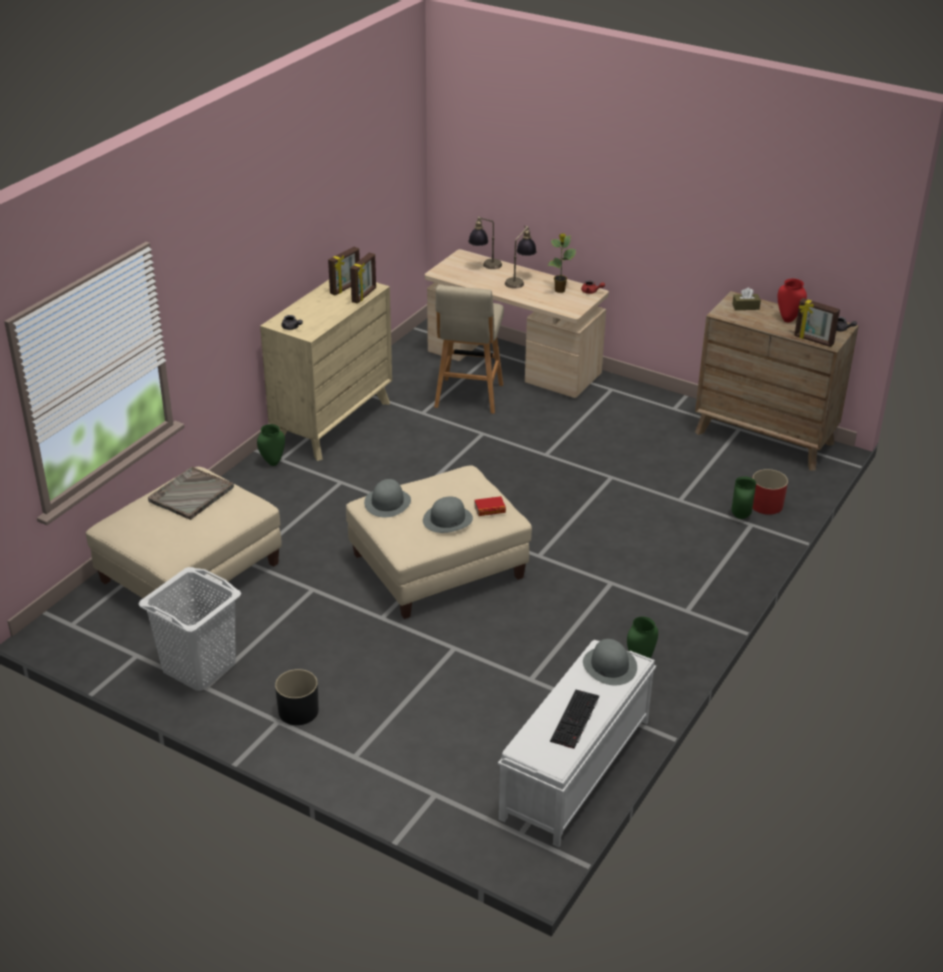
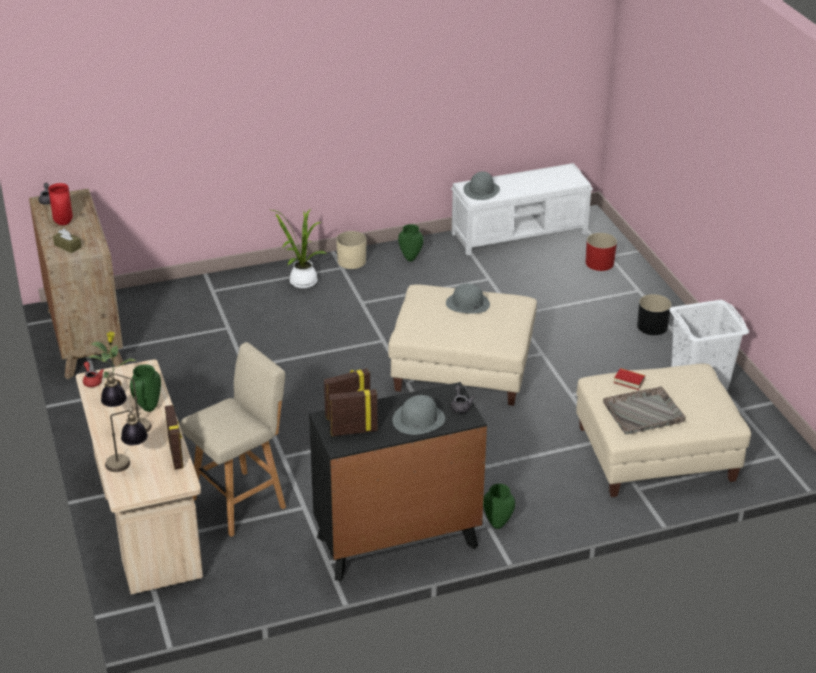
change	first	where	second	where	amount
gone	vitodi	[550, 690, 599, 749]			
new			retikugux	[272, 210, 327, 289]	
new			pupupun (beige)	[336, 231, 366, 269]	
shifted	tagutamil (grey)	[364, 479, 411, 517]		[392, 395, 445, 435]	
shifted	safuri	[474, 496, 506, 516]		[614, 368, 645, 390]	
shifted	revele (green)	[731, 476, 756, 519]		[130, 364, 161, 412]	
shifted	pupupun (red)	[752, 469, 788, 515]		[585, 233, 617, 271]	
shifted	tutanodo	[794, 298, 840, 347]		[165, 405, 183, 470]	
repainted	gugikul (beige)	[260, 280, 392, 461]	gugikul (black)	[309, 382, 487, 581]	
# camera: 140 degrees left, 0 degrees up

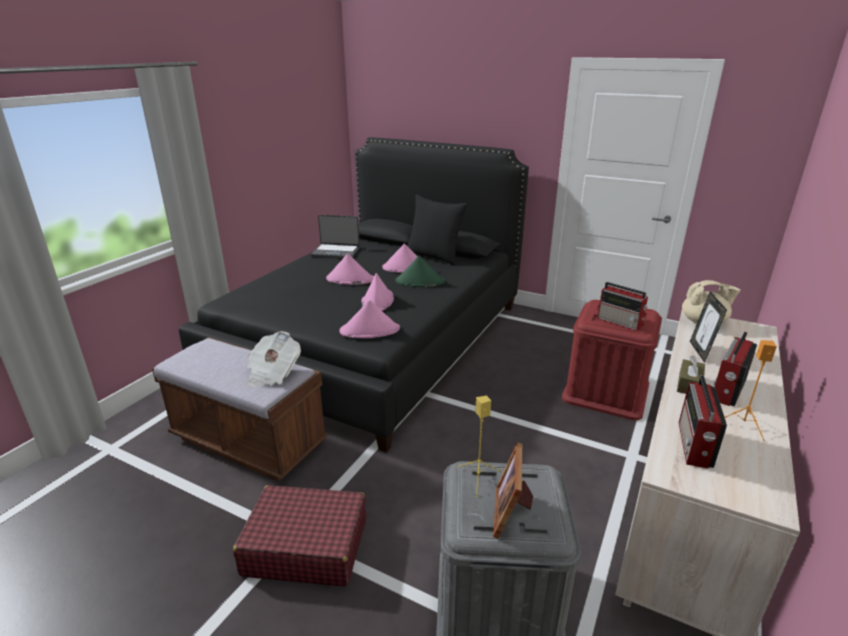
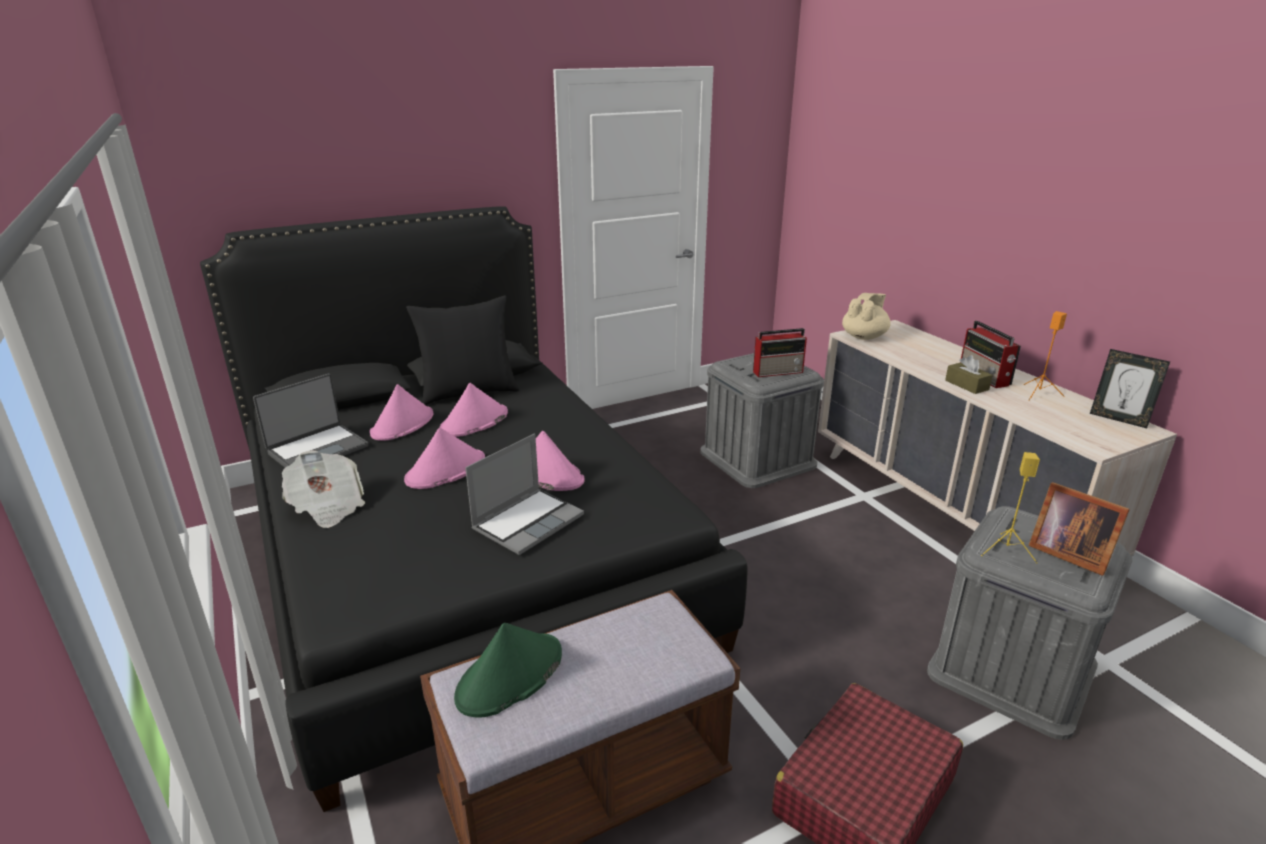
change	first	where	second	where	amount
gone	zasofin	[679, 375, 727, 468]			
new			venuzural	[465, 433, 584, 555]	
shifted	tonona	[247, 331, 301, 387]		[282, 450, 365, 528]	
shifted	tagutamil (pink)	[339, 300, 400, 338]		[370, 384, 433, 441]	
shifted	tagutamil (green)	[395, 256, 445, 287]		[454, 623, 562, 718]	
shifted	tutanodo	[690, 292, 727, 363]		[1090, 349, 1170, 428]	
repainted	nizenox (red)	[562, 300, 662, 420]	nizenox (grey)	[700, 353, 824, 488]	
# camera: 55 degrees left, 0 degrees up

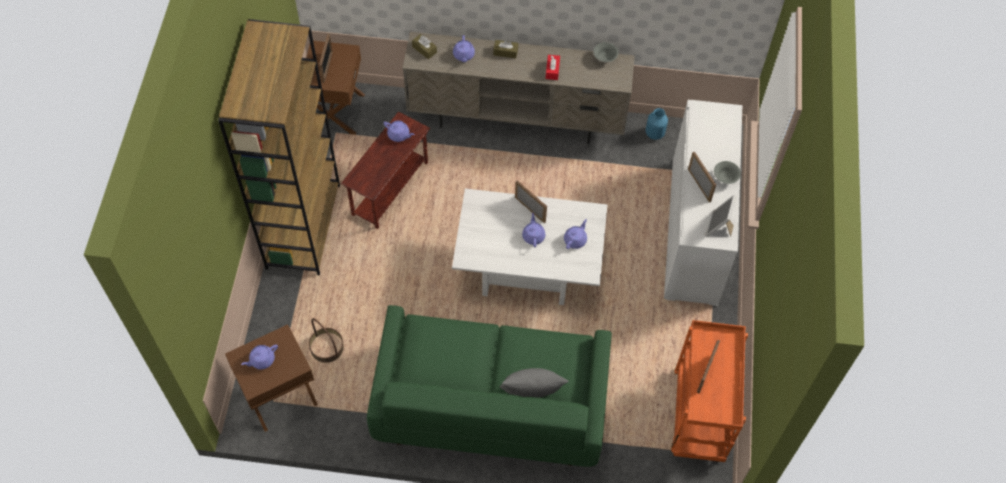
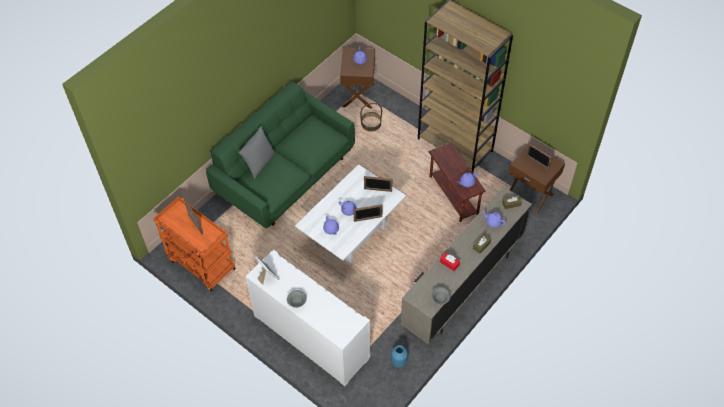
change	first	where	second	where	amount
shifted	tutanodo	[688, 152, 716, 203]		[364, 176, 392, 192]	
# camera: 125 degrees right, 5 degrees down

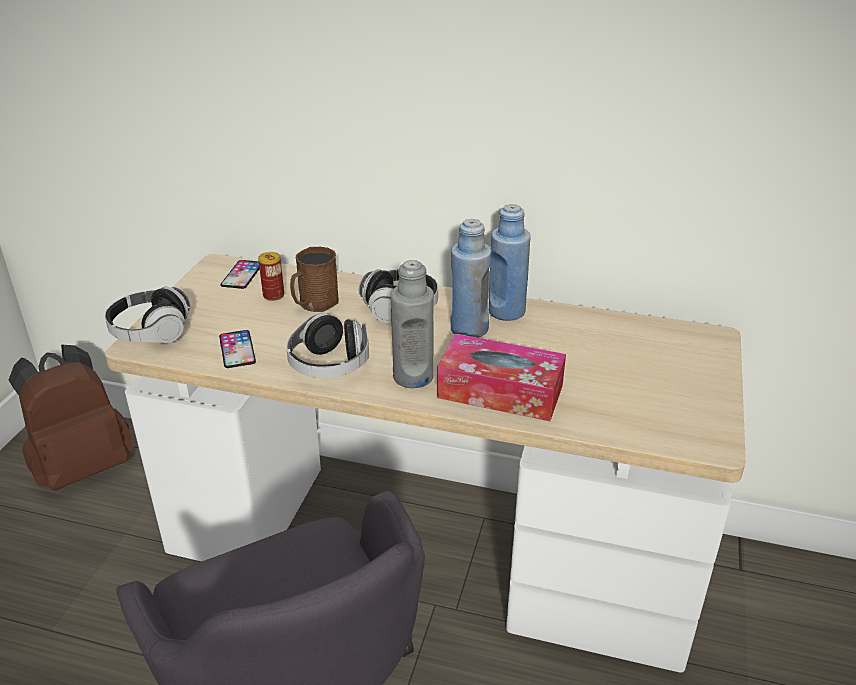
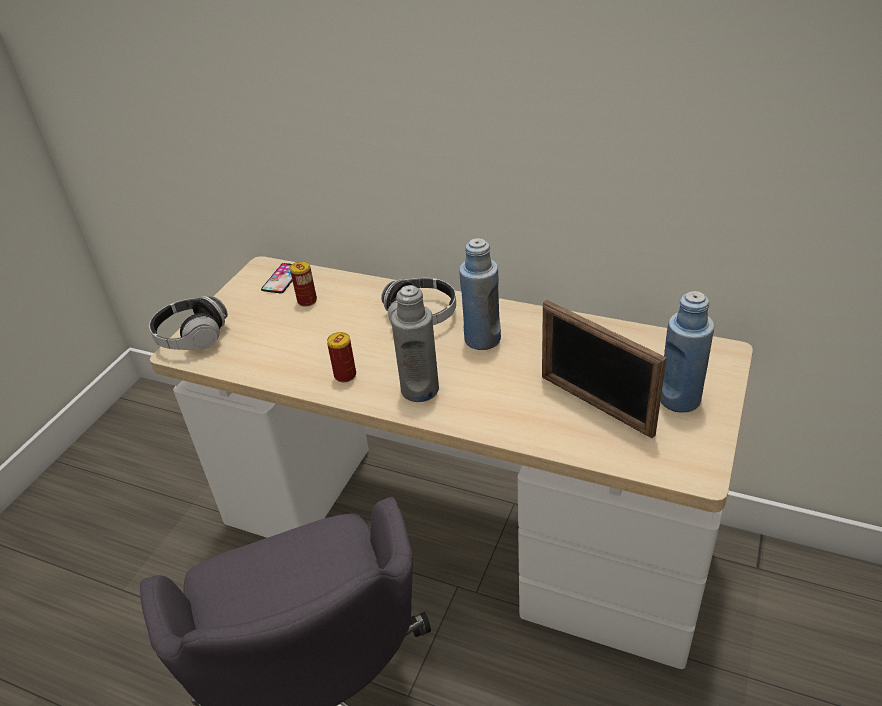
change	first	where	second	where	amount
gone	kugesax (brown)	[9, 344, 134, 491]			
gone	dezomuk	[219, 330, 256, 368]			
gone	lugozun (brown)	[290, 247, 339, 312]			
gone	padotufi	[437, 334, 566, 421]			
new			tutanodo	[542, 300, 667, 438]	
shifted	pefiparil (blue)	[489, 204, 530, 321]		[660, 291, 714, 413]	
swapped	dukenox	[286, 313, 369, 378]	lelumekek	[327, 332, 356, 382]	
# camera: 10 degrees right, 5 degrees up

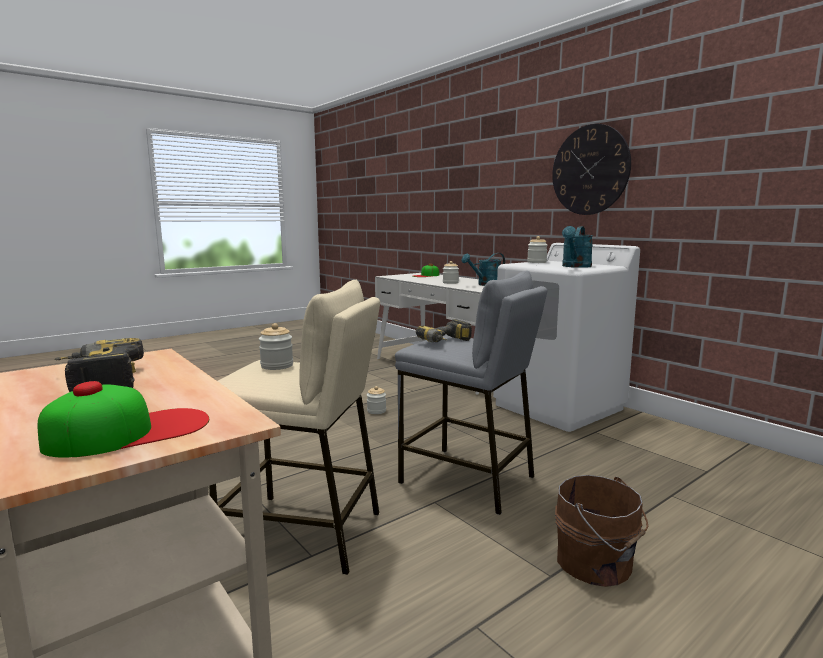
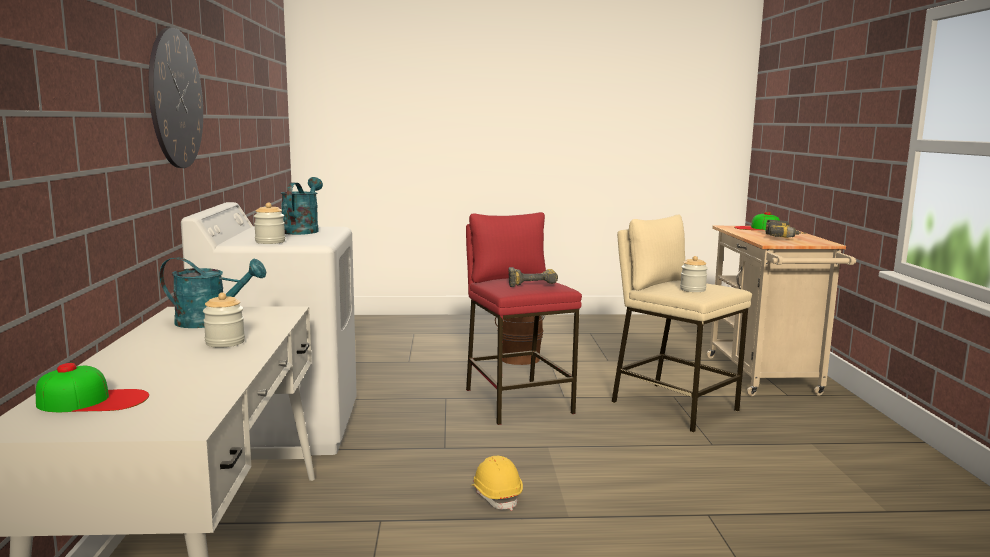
change	first	where	second	where	amount
swapped	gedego	[367, 386, 386, 414]	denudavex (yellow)	[472, 456, 523, 511]	
repainted	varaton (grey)	[395, 271, 547, 515]	varaton (red)	[466, 212, 582, 425]	
rotated	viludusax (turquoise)	[562, 226, 593, 268]		[281, 177, 323, 235]	60 degrees counterclockwise
# camera: 145 degrees left, 0 degrees up

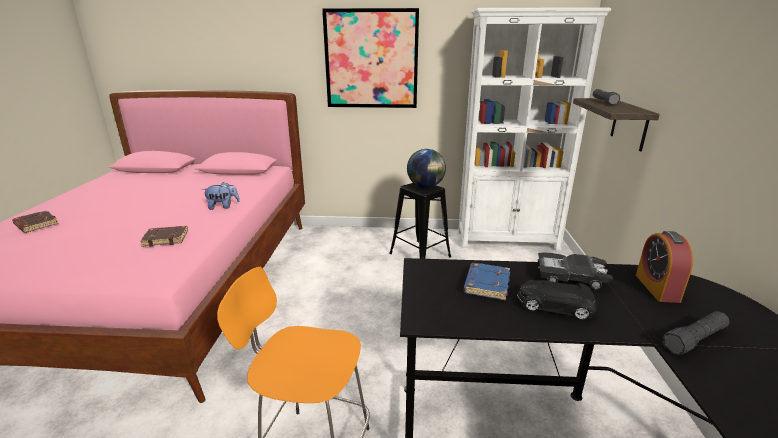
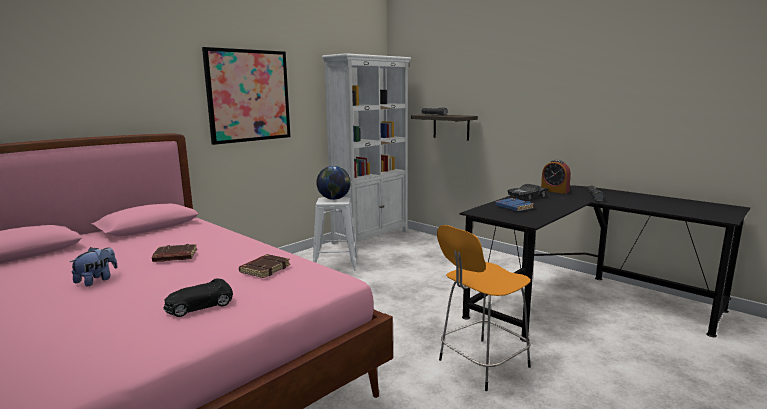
change	first	where	second	where	amount
shifted	safuri (brown)	[12, 210, 59, 233]		[152, 244, 197, 262]	
shifted	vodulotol	[202, 182, 240, 210]		[70, 247, 117, 287]	
shifted	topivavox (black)	[517, 280, 596, 320]		[163, 278, 233, 317]	
repainted	varaton (black)	[389, 183, 451, 259]	varaton (white)	[313, 197, 358, 271]	
# camera: 50 degrees left, 10 degrees down

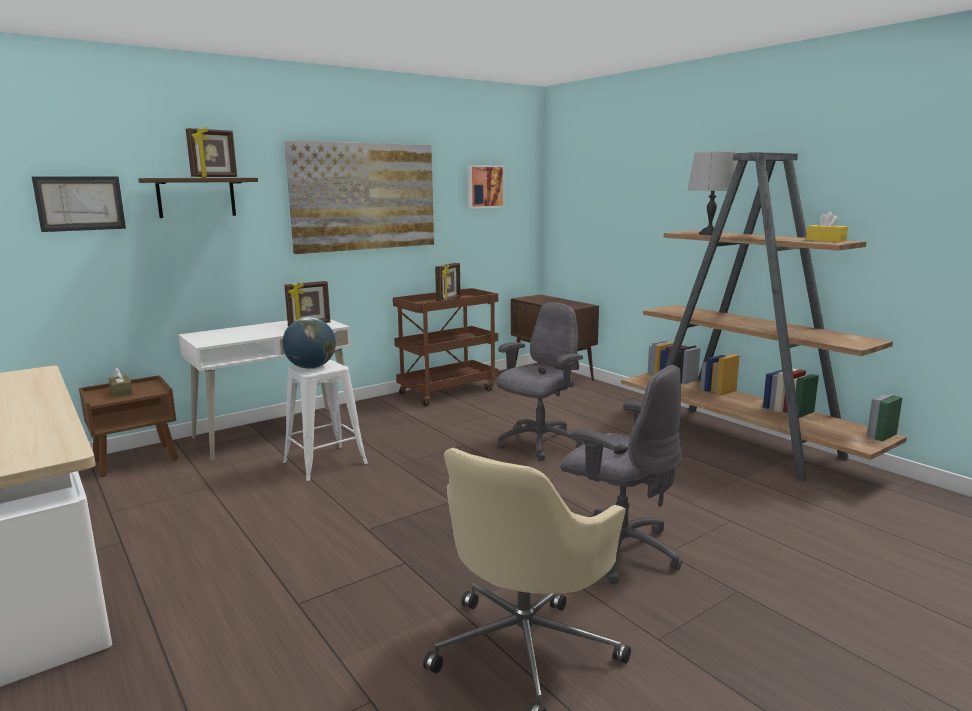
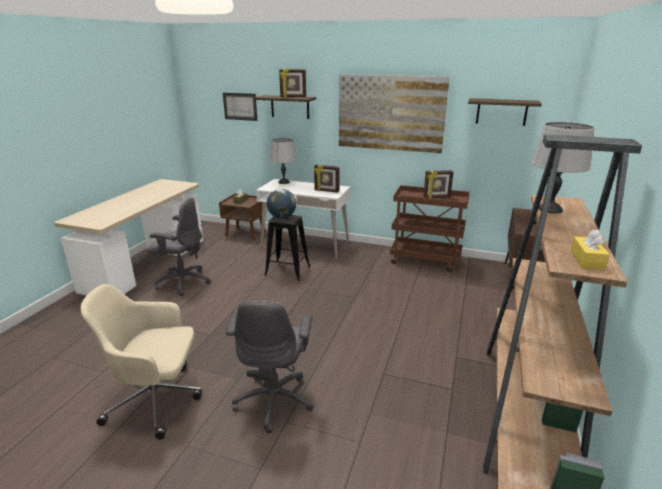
change	first	where	second	where	amount
new			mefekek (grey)	[270, 138, 296, 184]	
shifted	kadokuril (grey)	[497, 302, 584, 461]		[147, 197, 211, 296]	
swapped	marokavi	[467, 165, 505, 209]	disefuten	[468, 98, 542, 126]	
repainted	varaton (white)	[283, 360, 368, 481]	varaton (black)	[264, 215, 310, 281]	
# camera: 55 degrees right, 10 degrees up

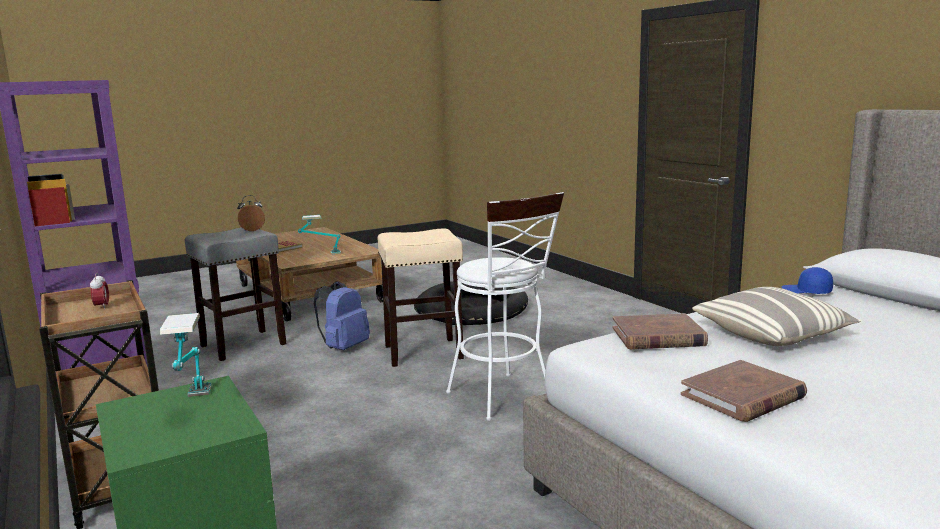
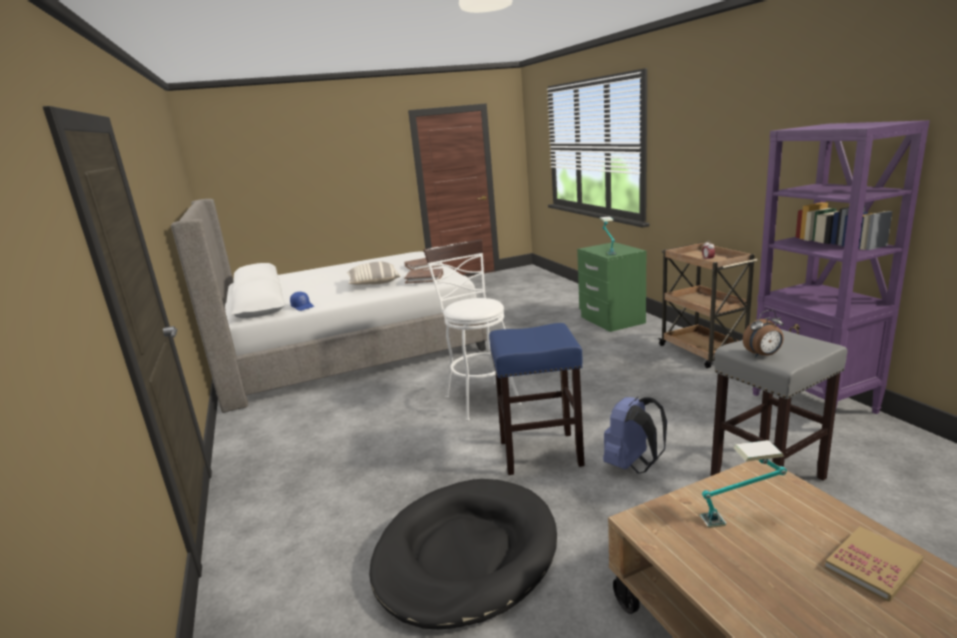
change	first	where	second	where	amount
repainted	varaton (beige)	[378, 229, 464, 367]	varaton (blue)	[489, 323, 585, 475]	
# camera: 170 degrees left, 5 degrees up

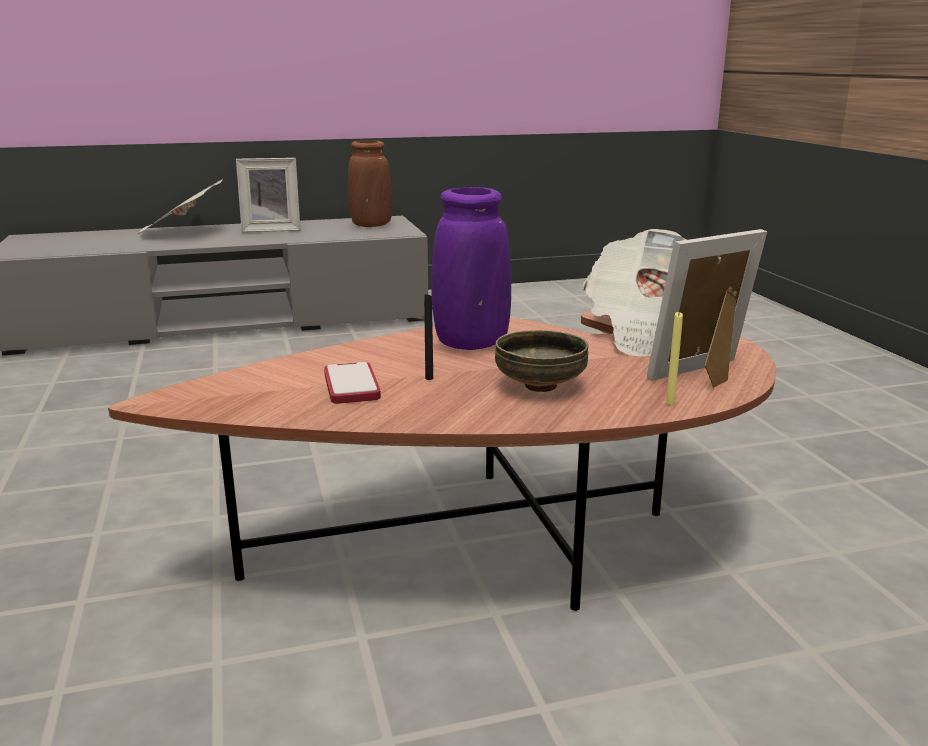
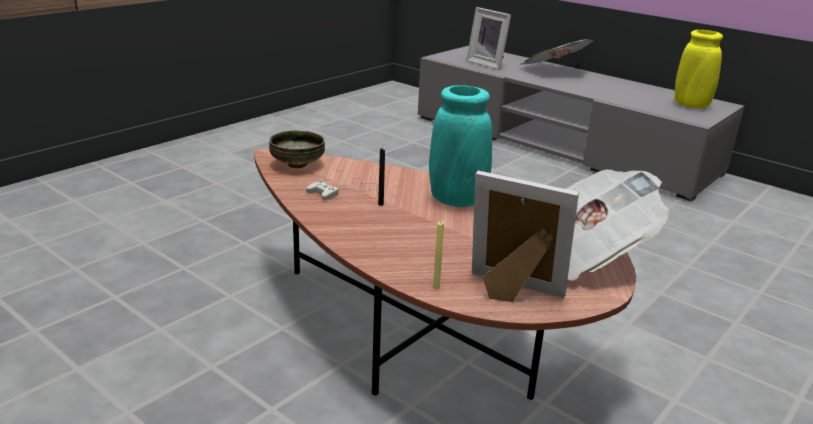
change	first	where	second	where	amount
shifted	tutanodo	[236, 158, 301, 232]		[467, 7, 511, 70]	
shifted	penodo	[495, 330, 588, 392]		[269, 130, 325, 168]	
swapped	dezomuk	[324, 362, 381, 404]	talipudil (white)	[306, 169, 379, 200]	
repainted	revele (brown)	[348, 140, 392, 227]	revele (yellow)	[675, 30, 723, 108]	
repainted	revele (purple)	[431, 187, 511, 350]	revele (turquoise)	[429, 85, 492, 207]	
# camera: 55 degrees right, 5 degrees up

